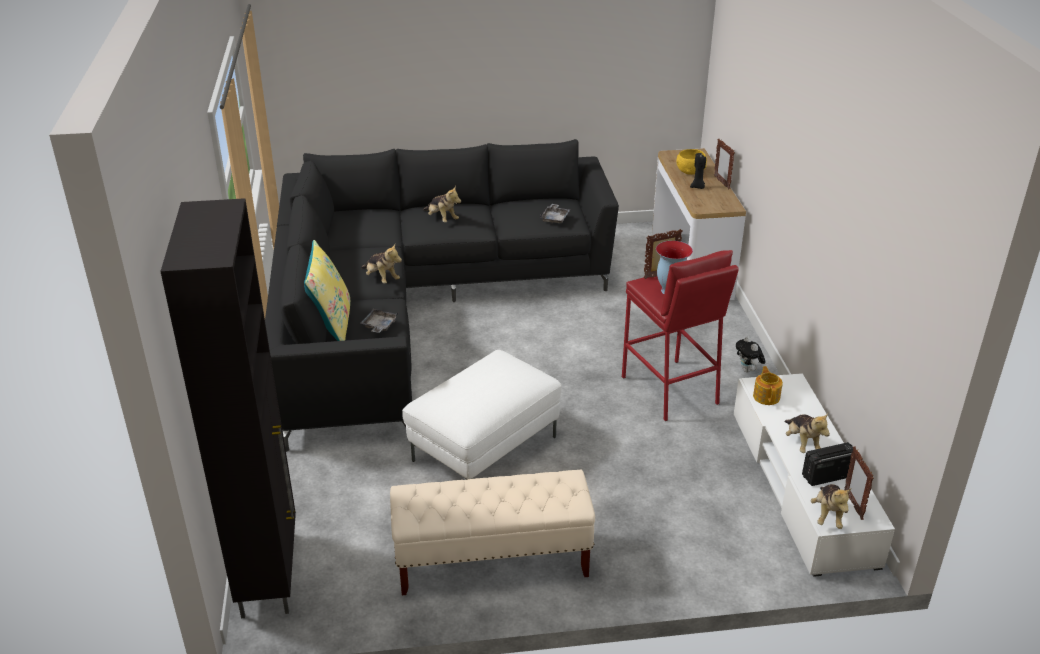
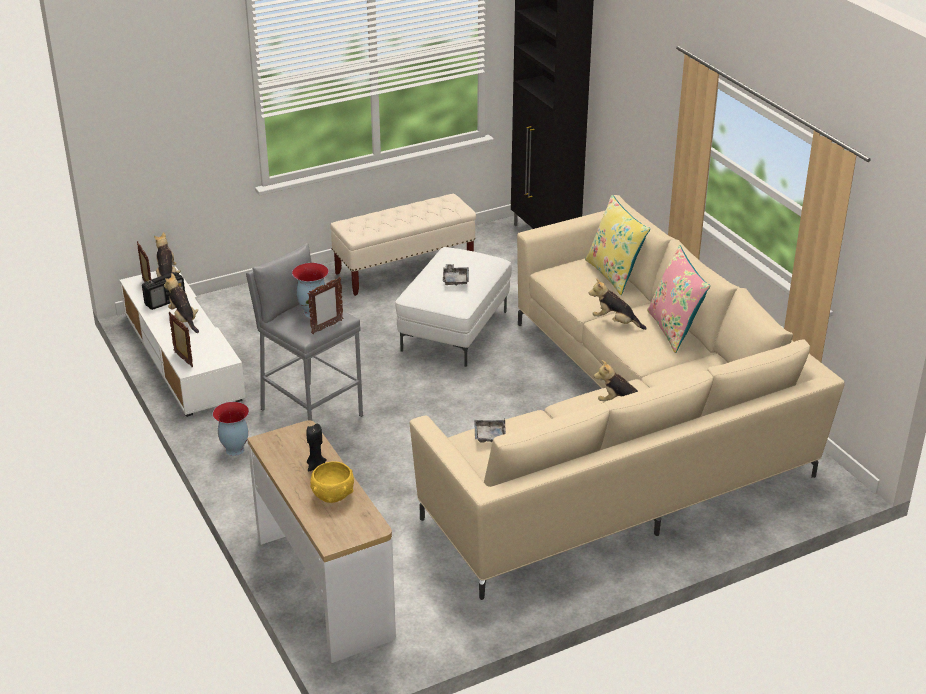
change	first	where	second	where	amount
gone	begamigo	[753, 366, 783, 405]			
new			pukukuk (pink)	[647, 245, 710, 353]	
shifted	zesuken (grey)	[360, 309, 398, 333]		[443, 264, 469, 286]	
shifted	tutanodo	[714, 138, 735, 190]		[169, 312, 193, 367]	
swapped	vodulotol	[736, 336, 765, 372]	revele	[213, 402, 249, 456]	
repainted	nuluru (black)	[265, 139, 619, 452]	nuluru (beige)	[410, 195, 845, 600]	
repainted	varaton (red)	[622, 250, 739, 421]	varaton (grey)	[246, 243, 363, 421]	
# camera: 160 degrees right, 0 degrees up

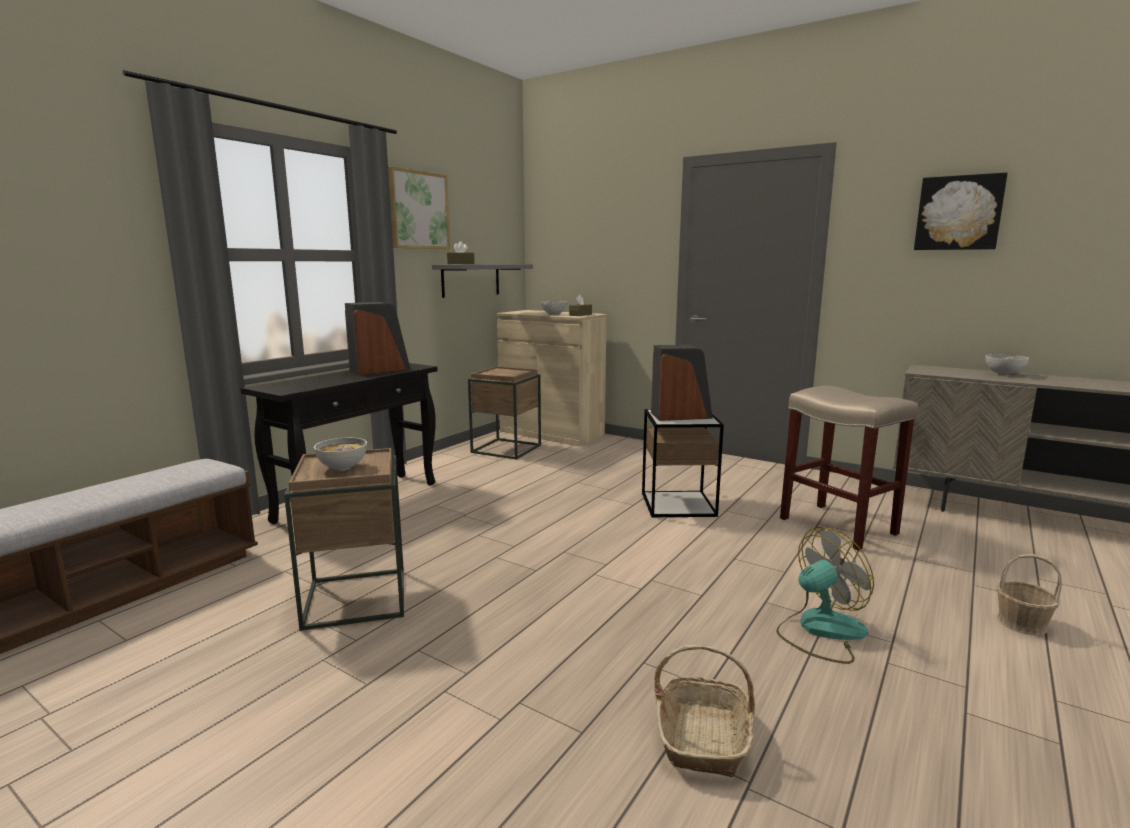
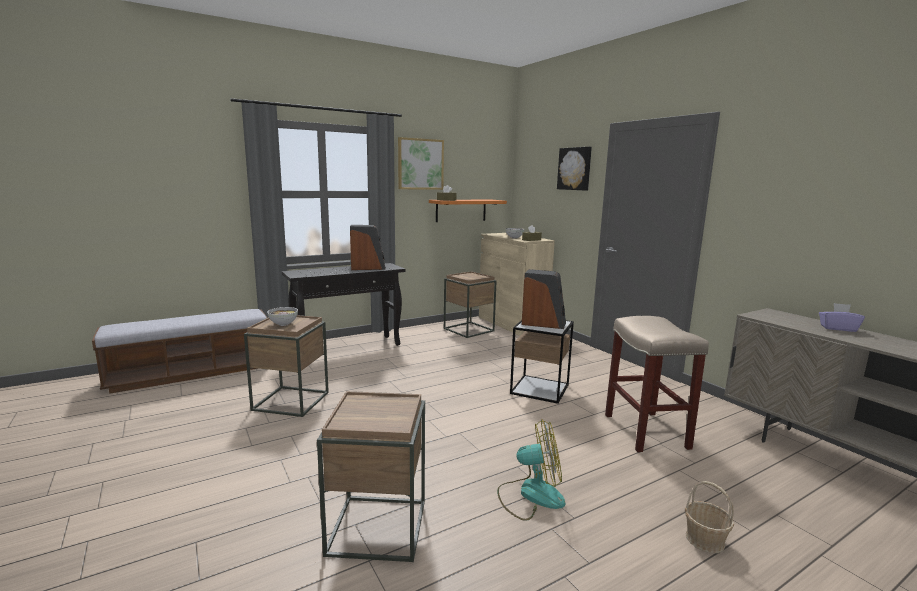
change	first	where	second	where	amount
shifted	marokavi	[914, 172, 1008, 250]		[557, 147, 592, 191]	
swapped	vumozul	[654, 645, 755, 777]	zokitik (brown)	[317, 391, 425, 562]	
swapped	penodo	[985, 354, 1029, 375]	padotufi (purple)	[819, 303, 865, 332]	
repainted	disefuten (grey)	[432, 264, 533, 298]	disefuten (orange)	[429, 200, 507, 222]	
# camera: 25 degrees right, 0 degrees up

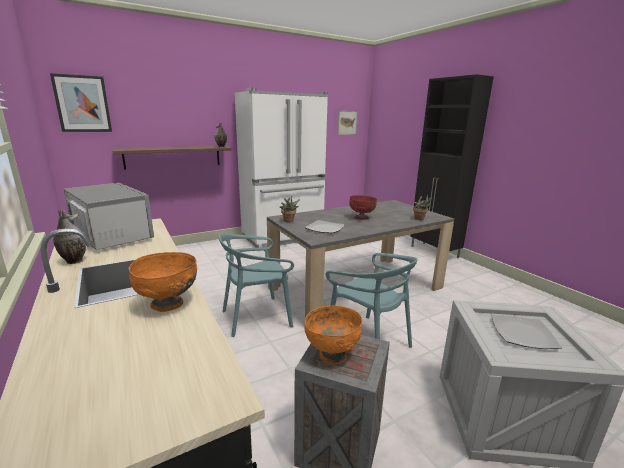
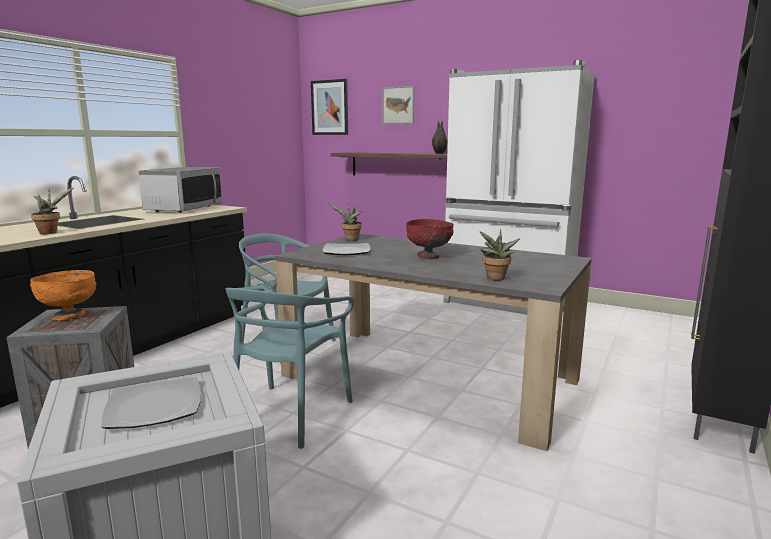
change	first	where	second	where	amount
gone	revele	[53, 208, 86, 264]			
shifted	marokavi	[337, 111, 358, 135]		[382, 86, 414, 124]	
swapped	penodo (orange)	[129, 252, 197, 312]	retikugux	[31, 188, 73, 234]	
# camera: 60 degrees right, 5 degrees down

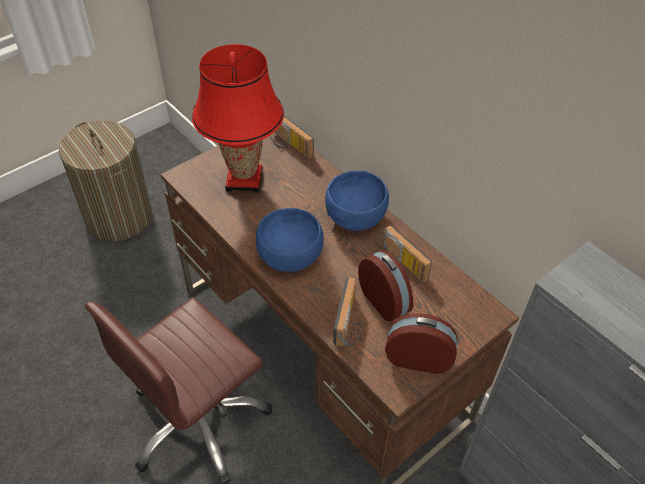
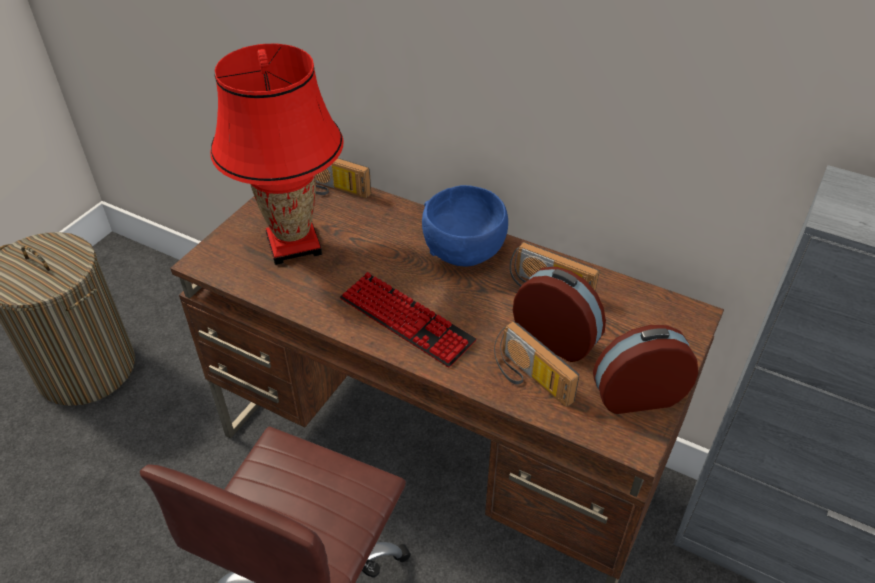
change	first	where	second	where	amount
swapped	penodo (blue)	[256, 208, 324, 272]	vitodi	[340, 272, 476, 367]	
rotated	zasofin	[333, 277, 362, 347]		[494, 321, 579, 407]	150 degrees clockwise
# camera: 20 degrees left, 5 degrees down

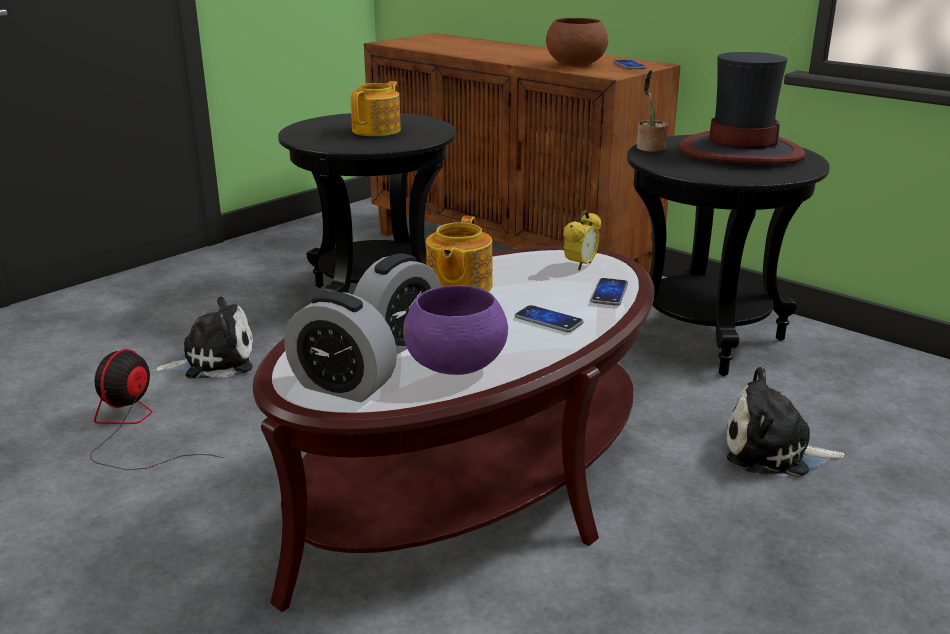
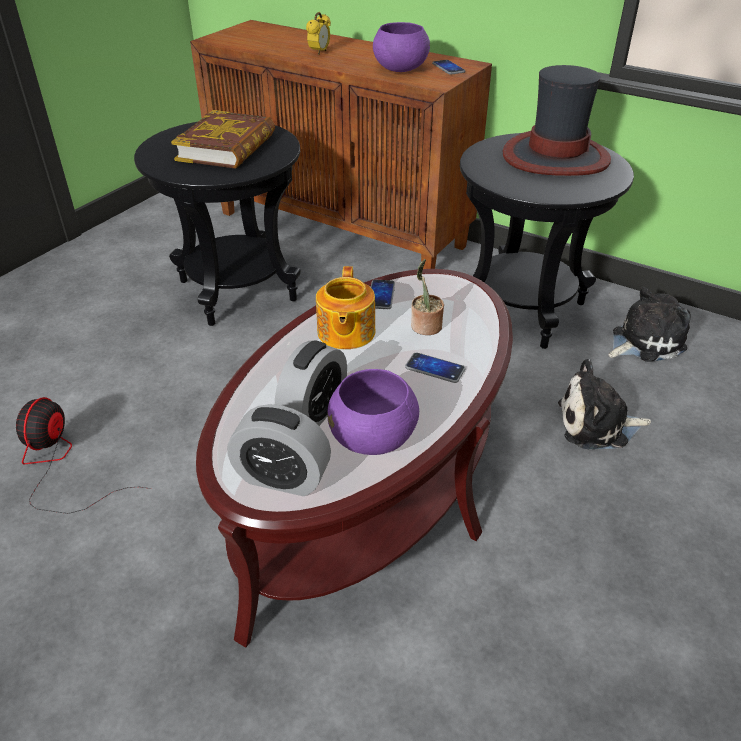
change	first	where	second	where	amount
shifted	vodulotol	[153, 296, 253, 378]		[608, 287, 690, 362]	
shifted	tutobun	[564, 210, 601, 270]		[306, 12, 331, 55]	
shifted	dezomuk	[591, 278, 628, 306]		[371, 279, 395, 309]	
shifted	retikugux	[637, 70, 668, 152]		[411, 259, 444, 335]	
swapped	begamigo	[350, 81, 401, 136]	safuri	[171, 110, 275, 169]	
repainted	penodo (brown)	[546, 18, 609, 67]	penodo (purple)	[373, 22, 430, 72]	
# camera: 10 degrees left, 15 degrees up

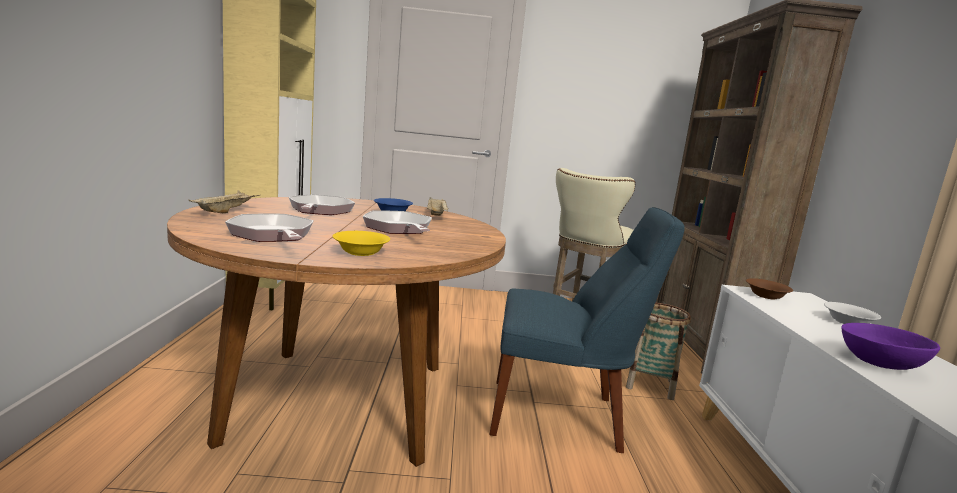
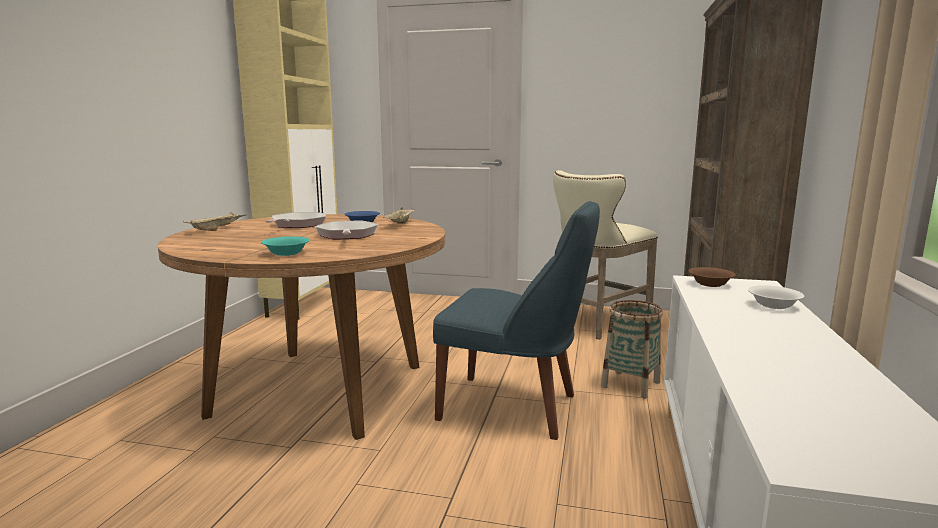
change	first	where	second	where	amount
gone	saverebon	[225, 214, 314, 242]			
gone	penodo (purple)	[841, 323, 940, 370]			
repainted	penodo (yellow)	[332, 231, 390, 256]	penodo (turquoise)	[261, 236, 310, 256]	
# camera: 15 degrees right, 0 degrees up

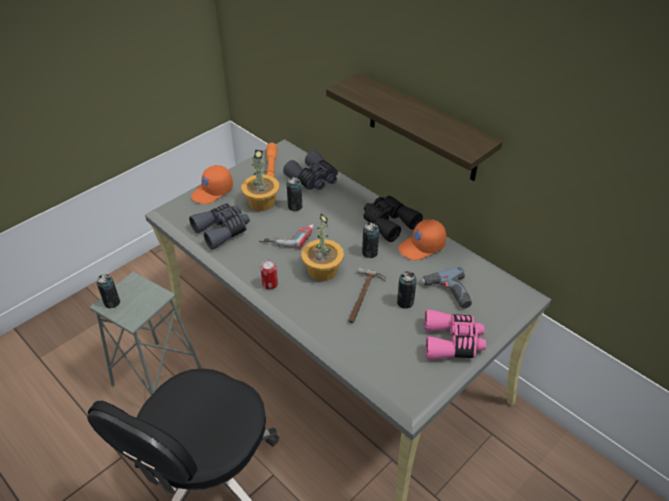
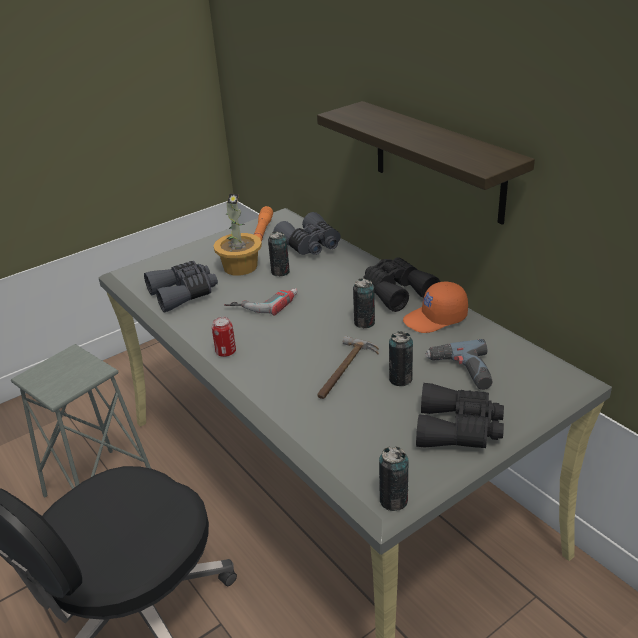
change	first	where	second	where	amount
gone	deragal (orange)	[191, 165, 233, 204]			
gone	retikugux	[301, 213, 344, 281]			
shifted	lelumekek	[97, 274, 120, 308]		[379, 446, 408, 511]	
repainted	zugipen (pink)	[425, 310, 486, 360]	zugipen (black)	[416, 383, 504, 448]	
# camera: 10 degrees right, 10 degrees down

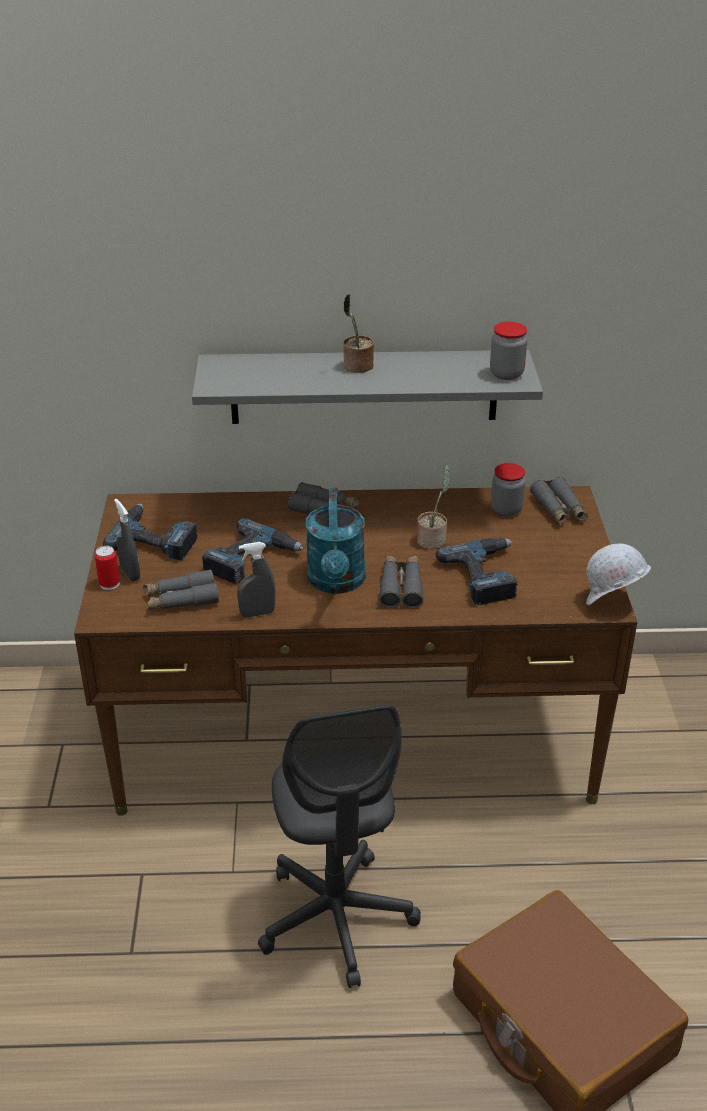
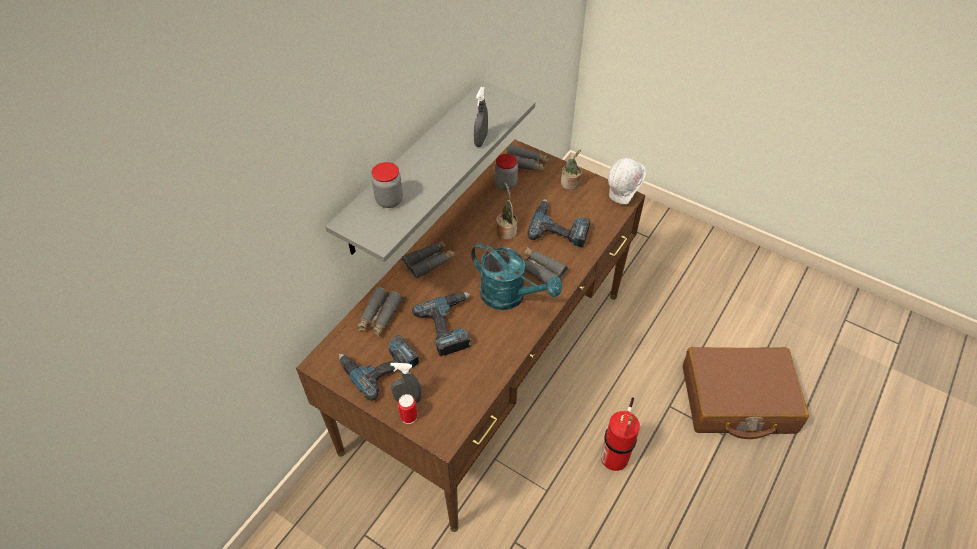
change	first	where	second	where	amount
shifted	zugipen (grey)	[143, 570, 219, 610]		[356, 287, 403, 337]	
shifted	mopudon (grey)	[237, 542, 276, 618]		[474, 87, 488, 147]	
shifted	retikugux	[343, 294, 374, 373]		[561, 149, 582, 190]	
shifted	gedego	[490, 322, 527, 380]		[372, 162, 403, 208]	
swapped	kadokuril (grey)	[258, 704, 421, 988]	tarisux	[601, 397, 640, 471]	
# camera: 55 degrees left, 15 degrees up

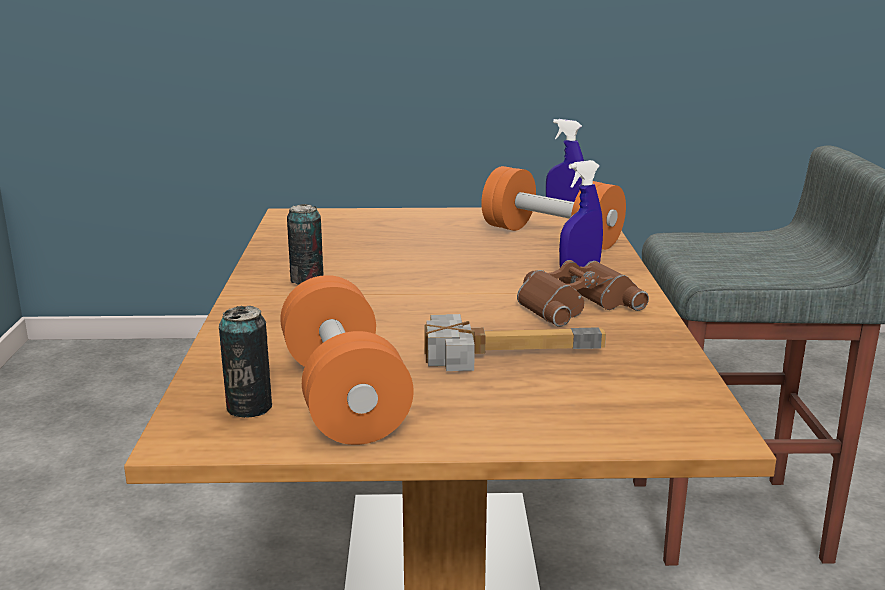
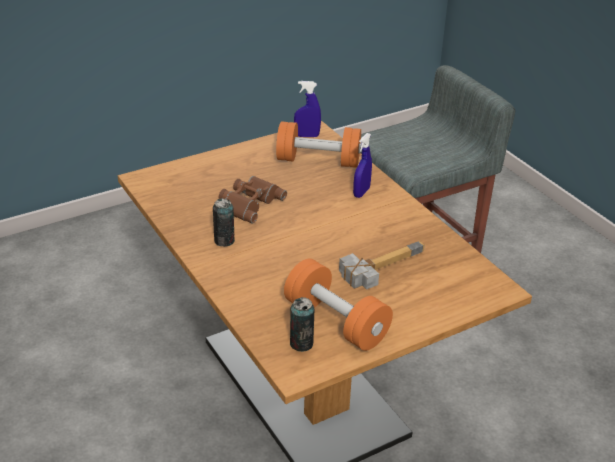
change	first	where	second	where	amount
shifted	zugipen (brown)	[517, 260, 649, 327]		[219, 176, 287, 224]	
# camera: 30 degrees left, 15 degrees up

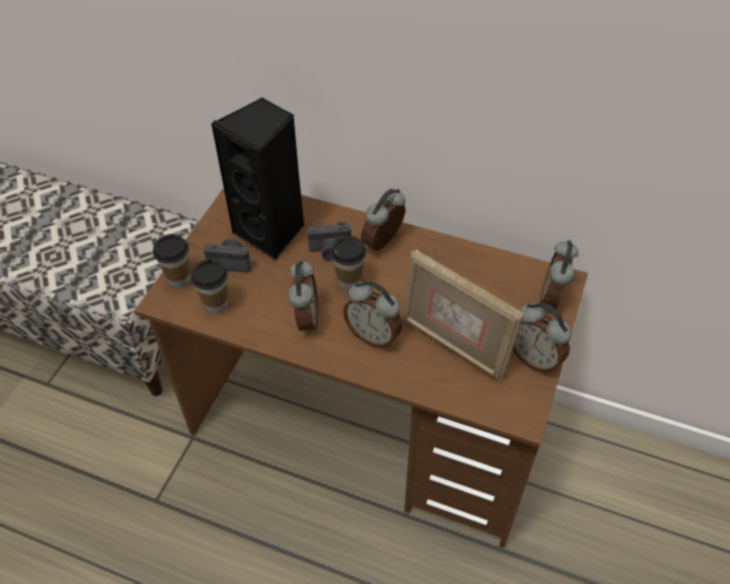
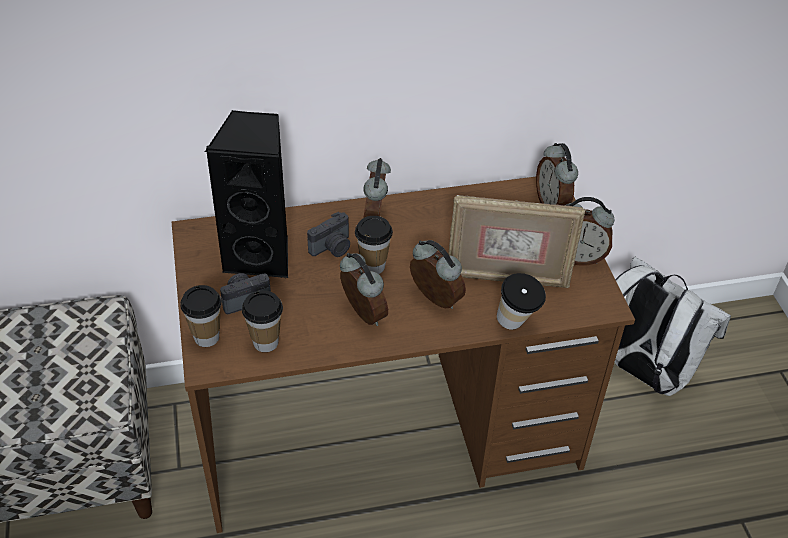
change	first	where	second	where	amount
new			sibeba	[497, 273, 546, 330]	
new			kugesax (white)	[614, 257, 731, 396]	
rotated	tutobun	[343, 281, 402, 348]		[410, 240, 466, 309]	135 degrees counterclockwise
# camera: 35 degrees left, 5 degrees down

